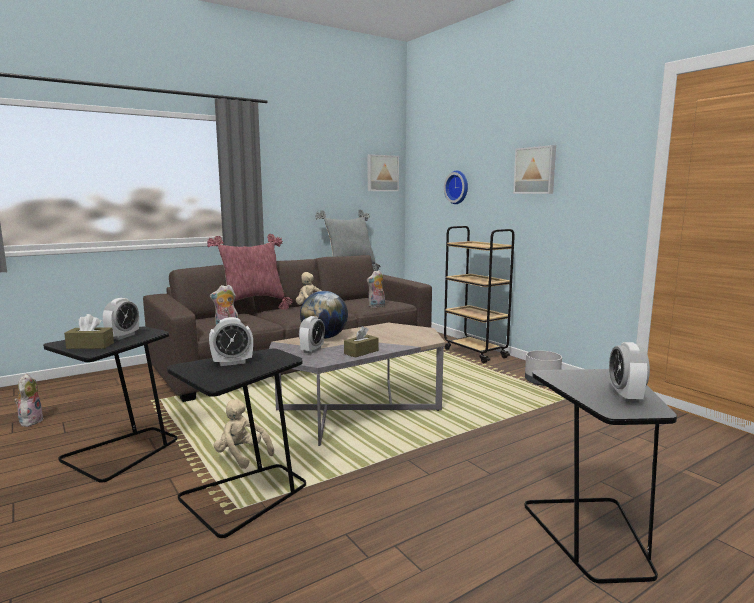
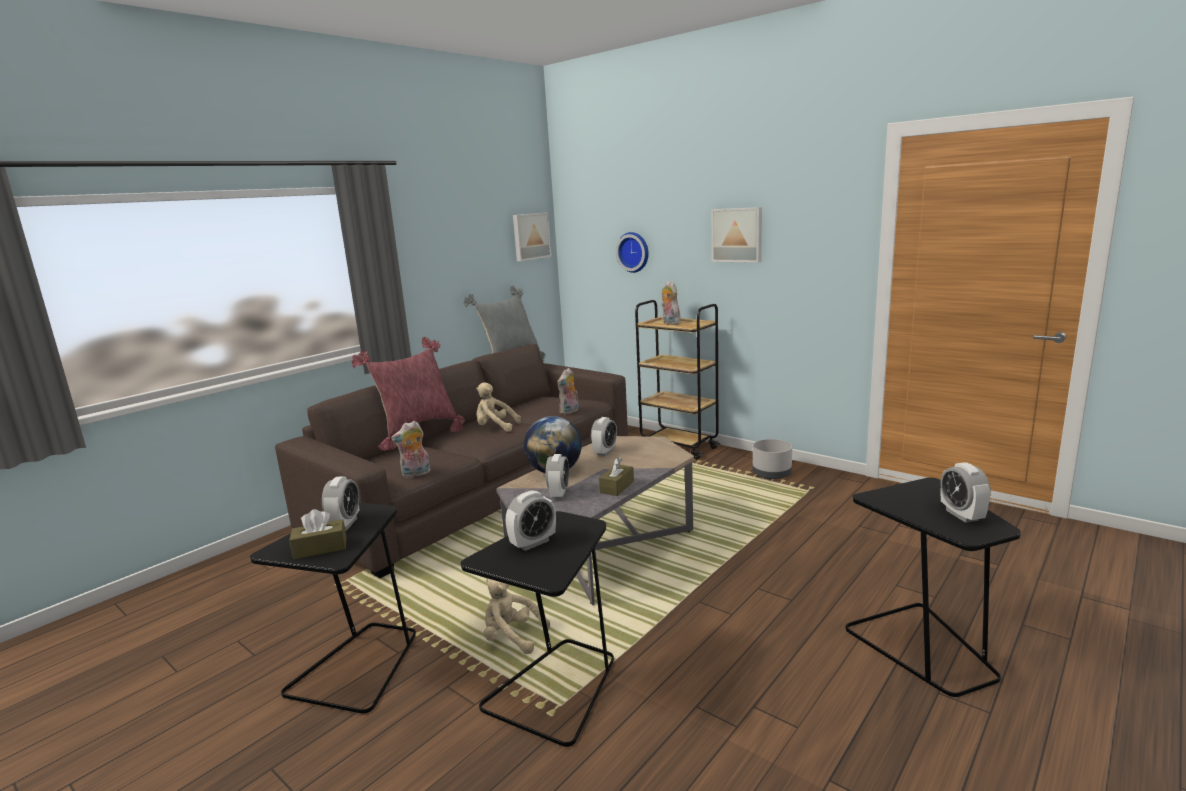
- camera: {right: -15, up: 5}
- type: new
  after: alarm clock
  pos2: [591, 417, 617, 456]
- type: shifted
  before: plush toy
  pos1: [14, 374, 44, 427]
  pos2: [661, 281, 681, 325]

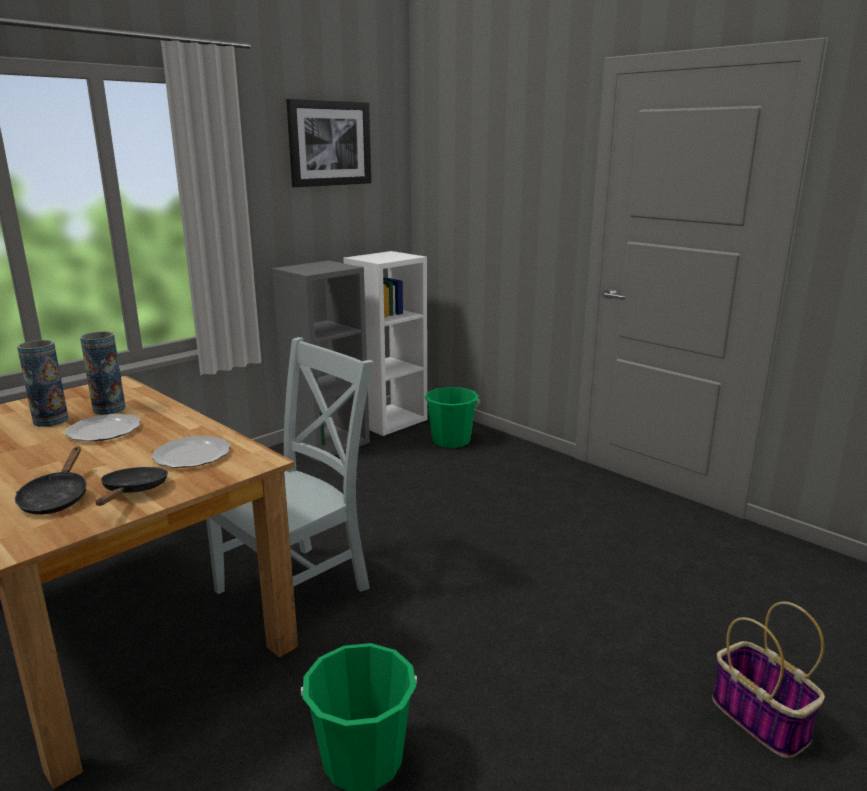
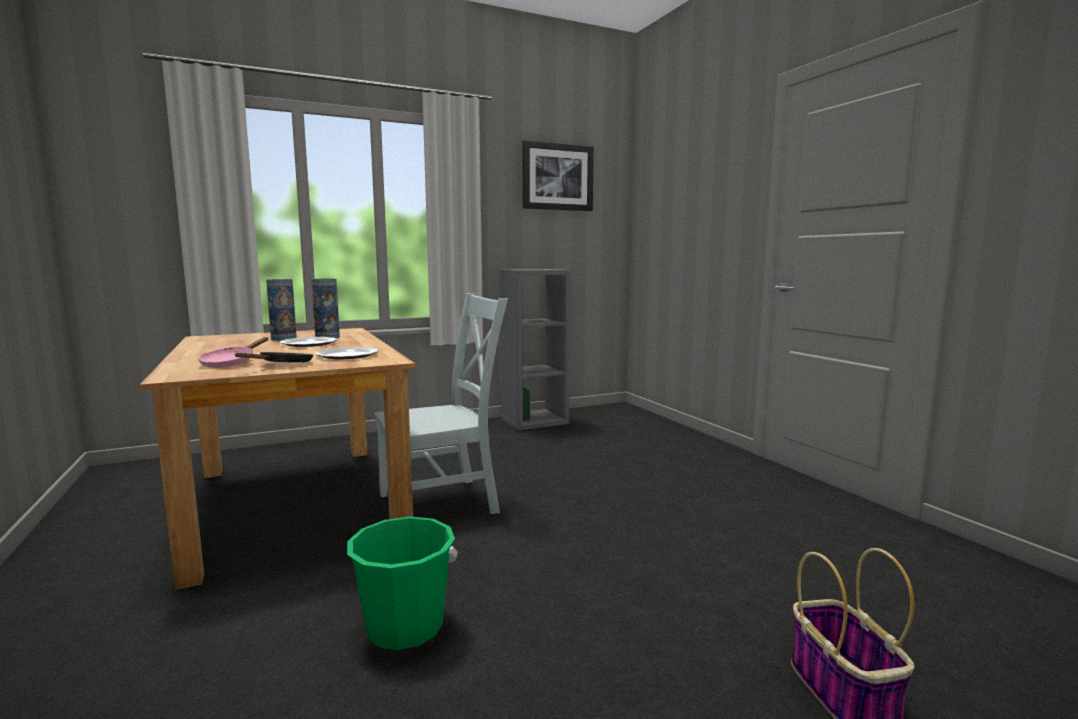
- camera: {right: 20, up: -10}
- type: repainted
  before: black frying pan
  after: pink frying pan
  pos1: [15, 447, 86, 514]
  pos2: [198, 337, 268, 368]
- type: gone
  before: white bookcase
  pos1: [343, 251, 427, 436]
- type: gone
  before: green bucket
  pos1: [425, 387, 480, 448]

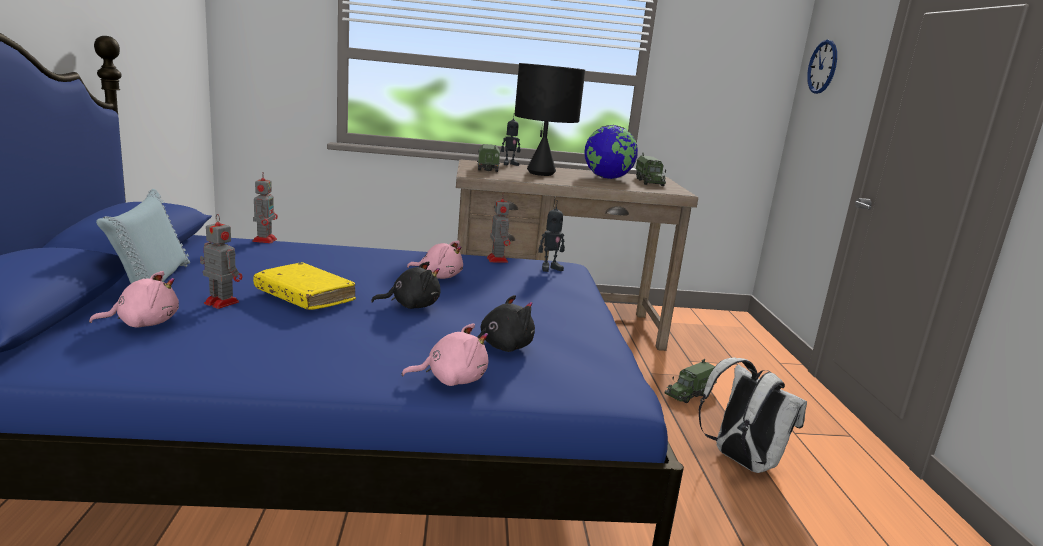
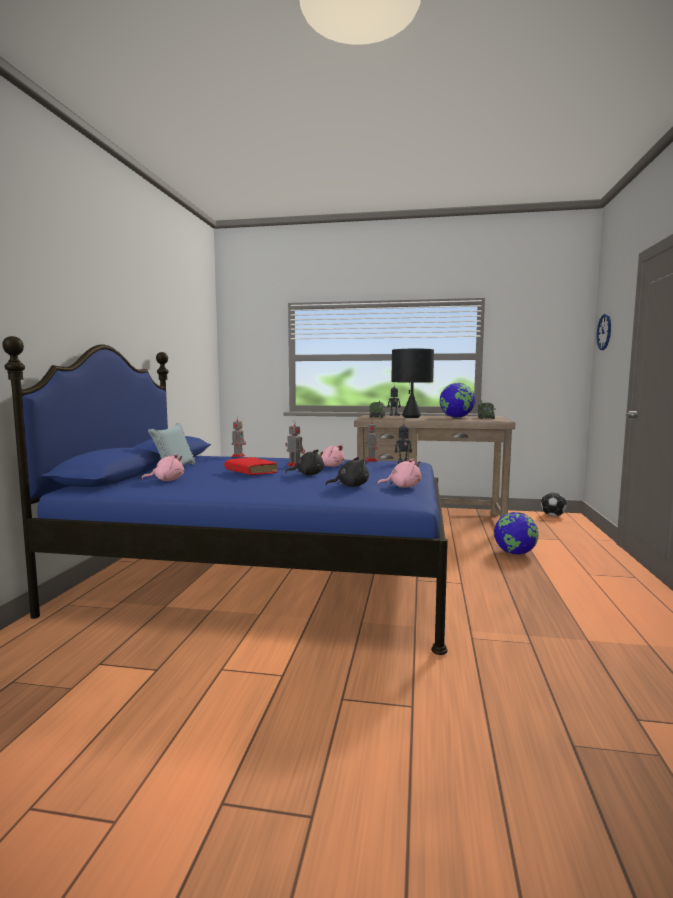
- camera: {right: 15, up: -10}
- type: repainted
  before: yellow book
  after: red book
  pos1: [253, 262, 356, 310]
  pos2: [224, 457, 278, 475]
- type: shifted
  before: toy robot
  pos1: [200, 214, 242, 309]
  pos2: [285, 422, 305, 467]
- type: shifted
  before: pink plush toy
  pos1: [401, 323, 488, 386]
  pos2: [377, 459, 421, 488]
- type: swapped
  before: toy truck
  after: globe
  pos1: [665, 359, 717, 403]
  pos2: [494, 512, 539, 555]
- type: new
  after: football
  pos2: [541, 492, 567, 517]
- type: gone
  before: white backpack
  pos1: [698, 357, 807, 473]

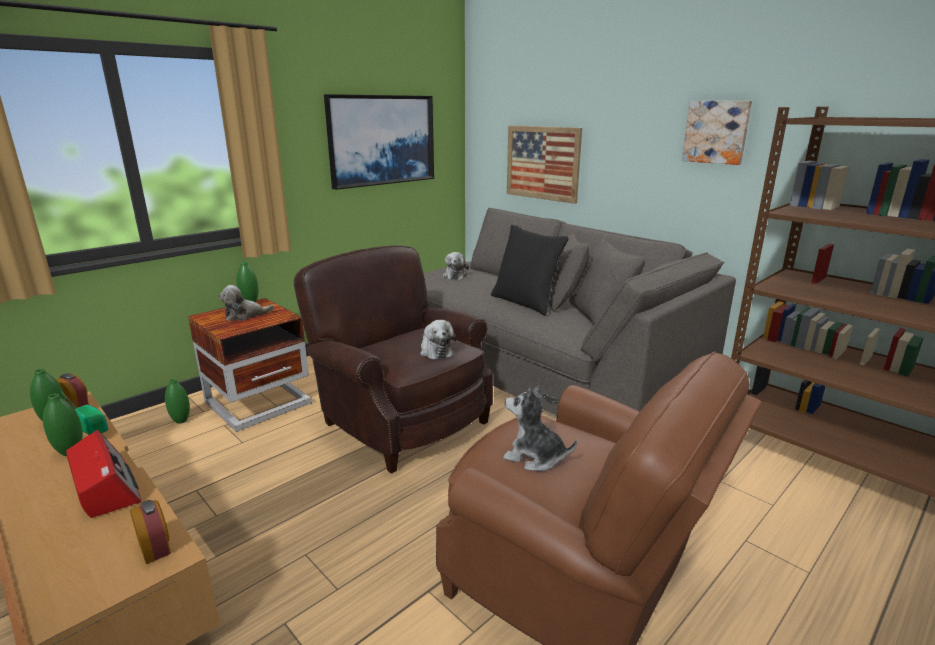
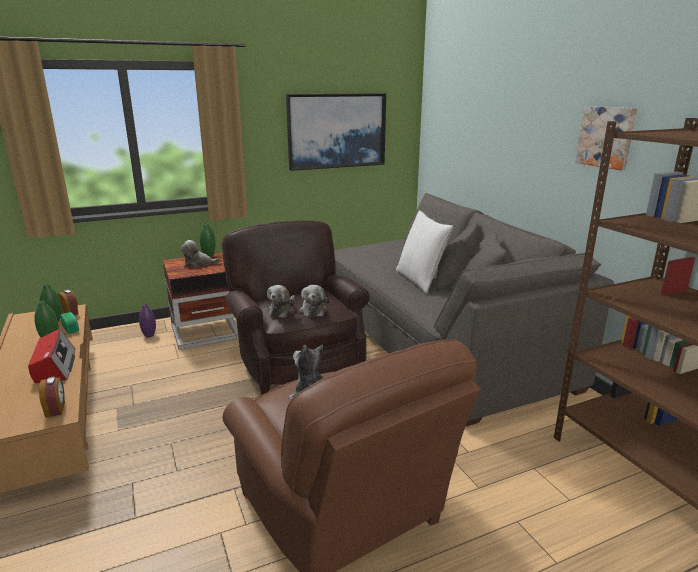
- camera: {right: 20, up: 0}
- type: repainted
  before: green vase
  after: purple vase
  pos1: [165, 379, 190, 424]
  pos2: [139, 304, 156, 338]
- type: shifted
  before: plush toy
  pos1: [443, 252, 469, 280]
  pos2: [267, 285, 295, 318]
- type: repainted
  before: black pillow
  after: white pillow
  pos1: [491, 224, 569, 315]
  pos2: [396, 210, 453, 293]
- type: gone
  before: picture
  pos1: [507, 126, 582, 204]

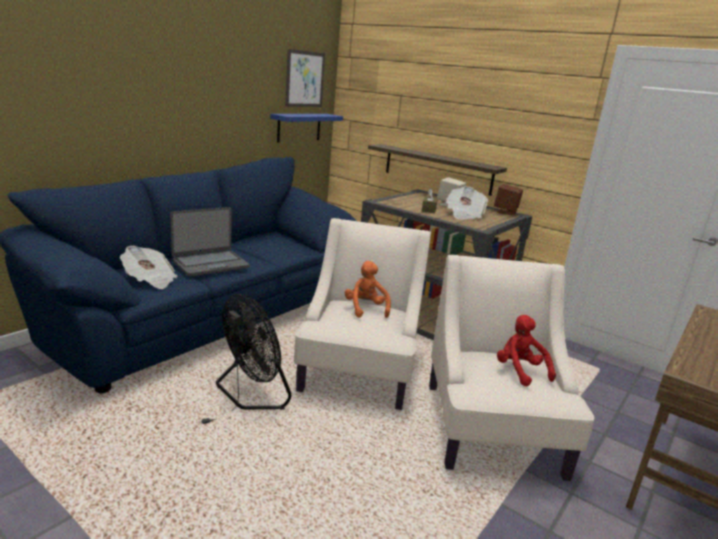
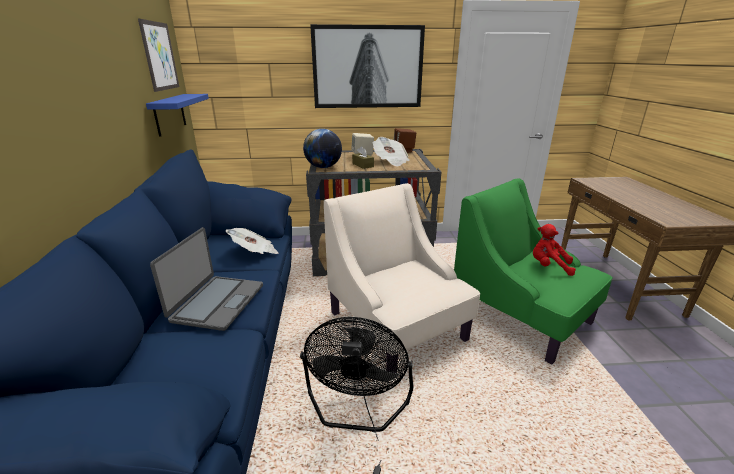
- camera: {right: -40, up: 5}
- type: shifted
  before: newspaper
  pos1: [120, 246, 177, 289]
  pos2: [225, 228, 278, 254]
- type: new
  after: globe
  pos2: [303, 129, 342, 168]
- type: new
  after: picture
  pos2: [310, 24, 425, 108]
- type: repainted
  before: beige armchair
  after: green armchair
  pos1: [429, 255, 594, 481]
  pos2: [454, 178, 613, 365]
- type: gone
  before: orange plush toy
  pos1: [344, 261, 391, 318]
- type: gone
  before: shelf
  pos1: [368, 144, 507, 196]

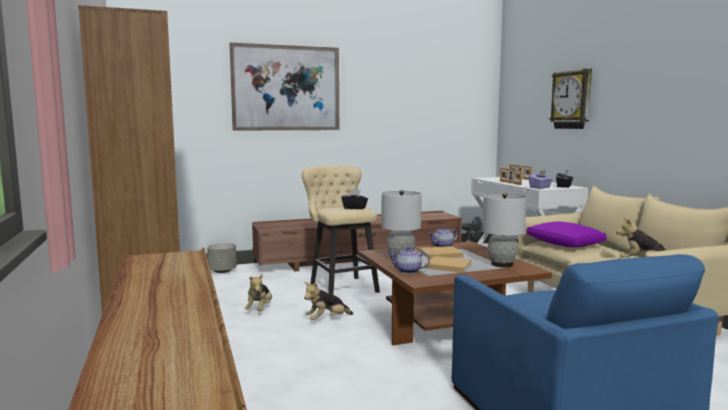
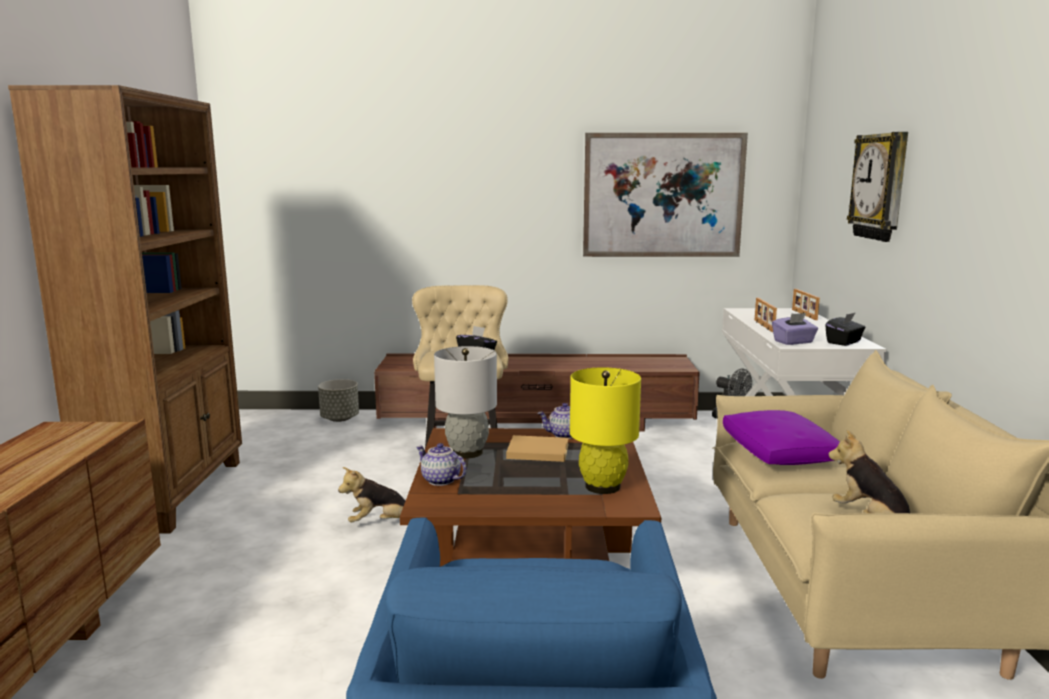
- camera: {right: 20, up: 5}
- type: repainted
  before: white table lamp
  after: yellow table lamp
  pos1: [482, 193, 526, 267]
  pos2: [570, 367, 641, 494]
- type: shifted
  before: picture
  pos1: [229, 43, 339, 130]
  pos2: [583, 133, 748, 257]
- type: gone
  before: plush toy
  pos1: [245, 274, 272, 311]
- type: gone
  before: beige book
  pos1: [425, 256, 472, 273]

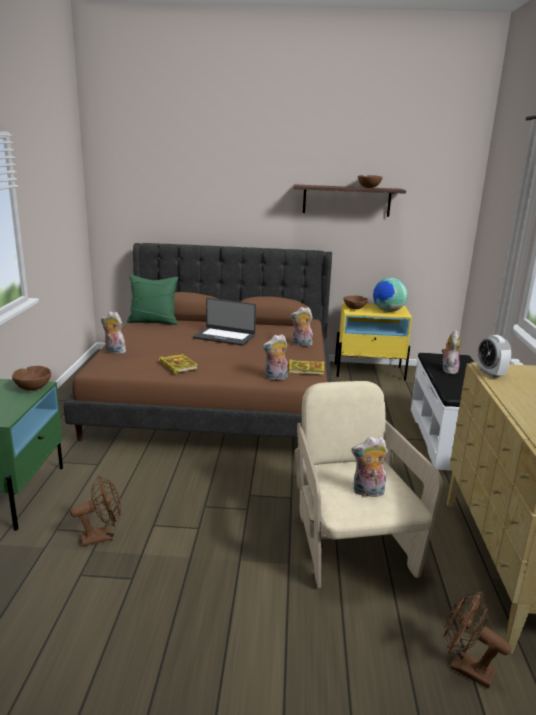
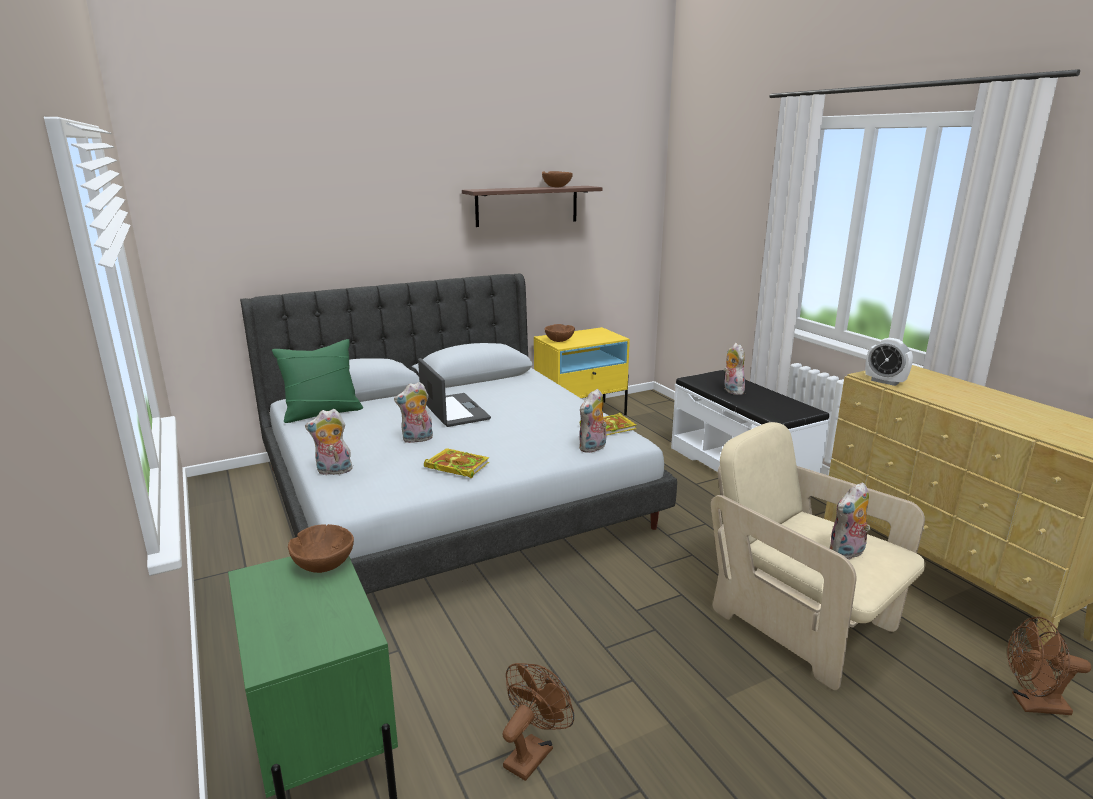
- camera: {right: -30, up: 0}
- type: repainted
  before: brown bed
  after: grey bed
  pos1: [64, 243, 332, 441]
  pos2: [240, 273, 677, 594]
- type: shifted
  before: plush toy
  pos1: [290, 307, 313, 346]
  pos2: [394, 382, 433, 443]
- type: rotated
  before: laptop
  pos1: [193, 298, 256, 346]
  pos2: [418, 358, 491, 427]
  turn: -105
- type: gone
  before: globe
  pos1: [373, 278, 408, 312]

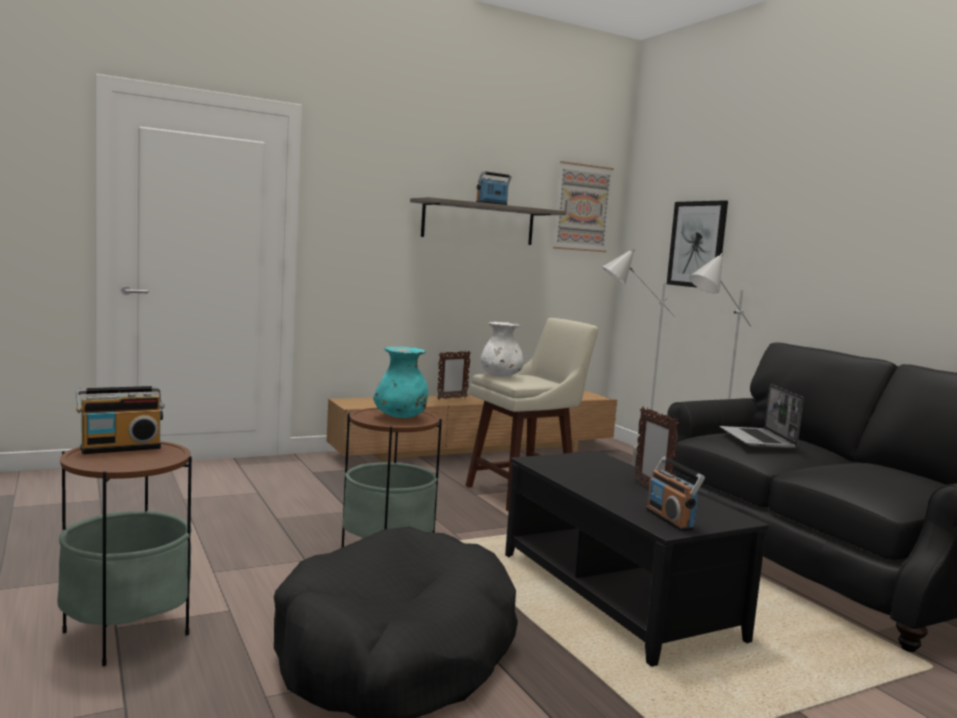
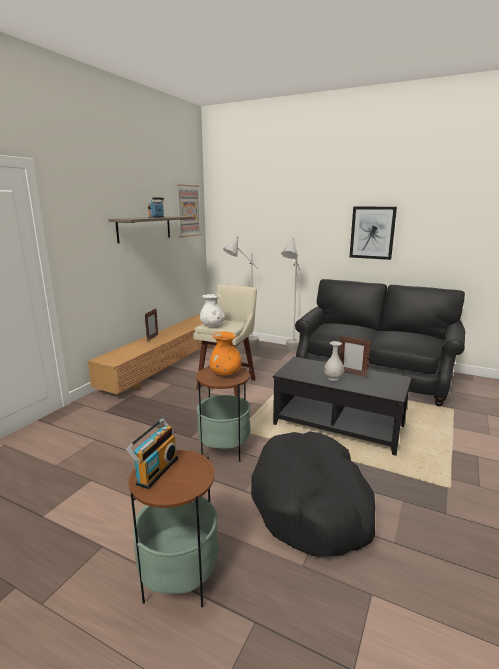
- camera: {right: -35, up: 10}
- type: repainted
  before: turquoise vase
  after: orange vase
  pos1: [373, 347, 428, 418]
  pos2: [209, 331, 242, 376]
- type: new
  after: white vase
  pos2: [324, 341, 344, 381]
- type: shifted
  before: picture
  pos1: [667, 200, 728, 288]
  pos2: [350, 207, 397, 260]
- type: gone
  before: radio
  pos1: [646, 456, 705, 531]
- type: gone
  before: laptop
  pos1: [720, 384, 804, 449]

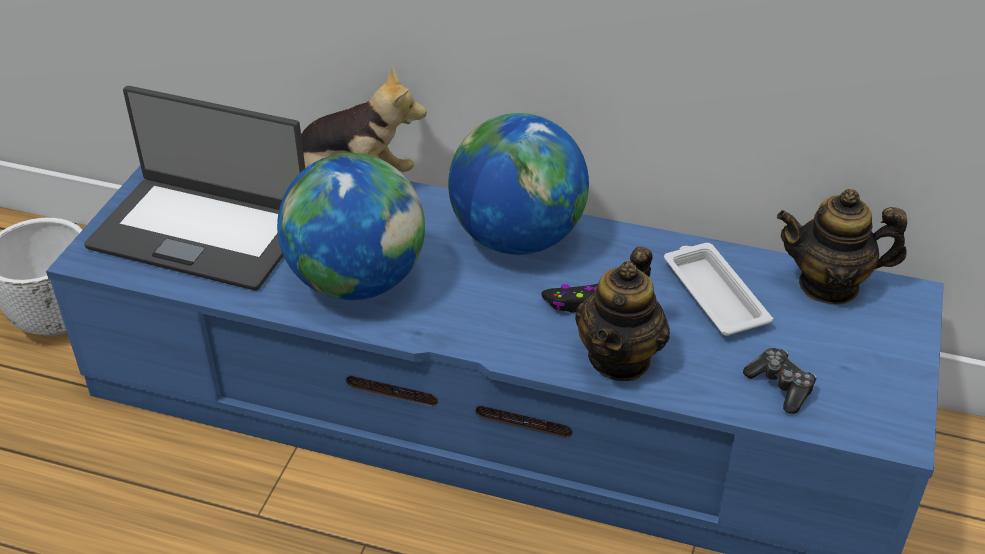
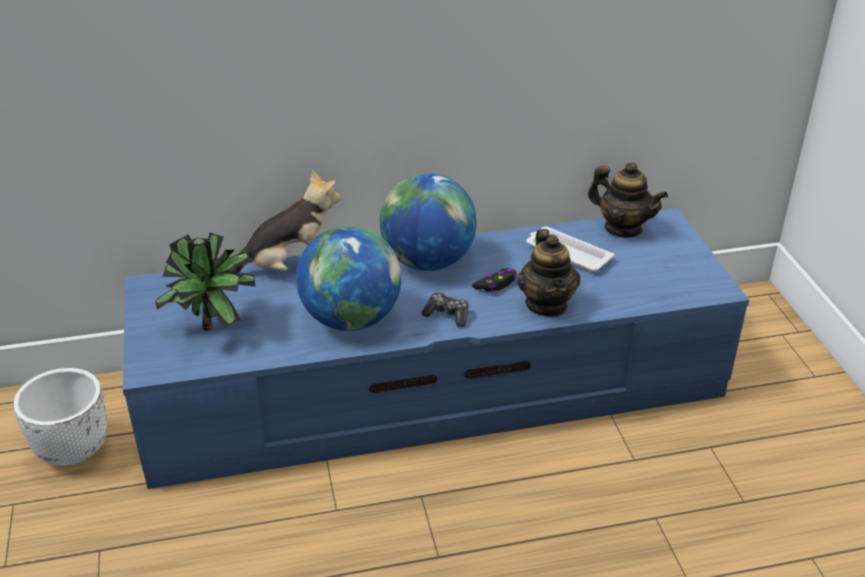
- camera: {right: -30, up: -5}
- type: swapped
  before: laptop
  after: potted plant
  pos1: [84, 86, 305, 291]
  pos2: [155, 233, 255, 331]
- type: shifted
  before: game controller
  pos1: [743, 348, 817, 414]
  pos2: [422, 292, 469, 327]
- type: rotated
  before: teapot
  pos1: [777, 189, 907, 304]
  pos2: [588, 162, 668, 237]
  turn: -120

